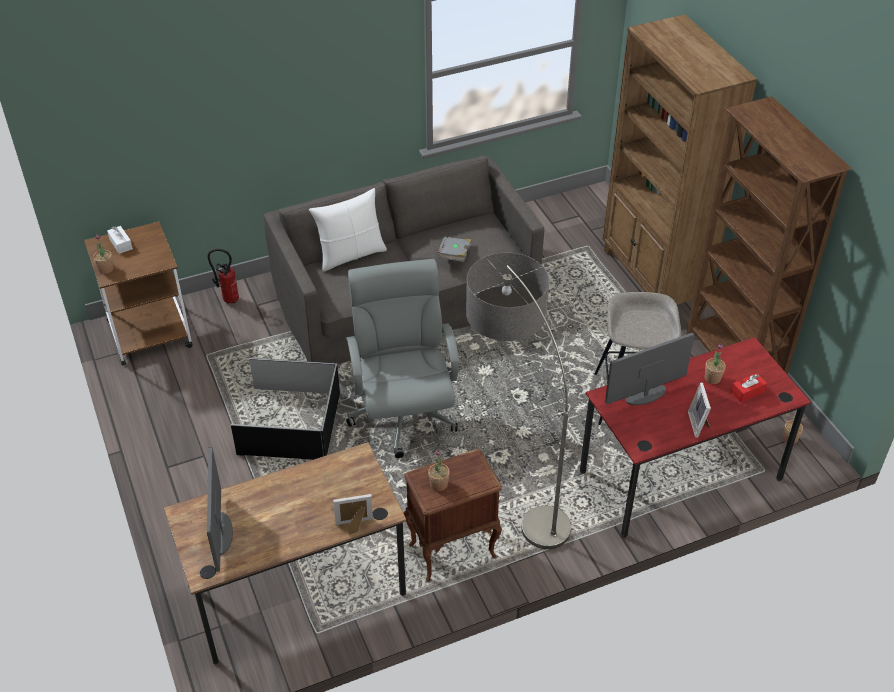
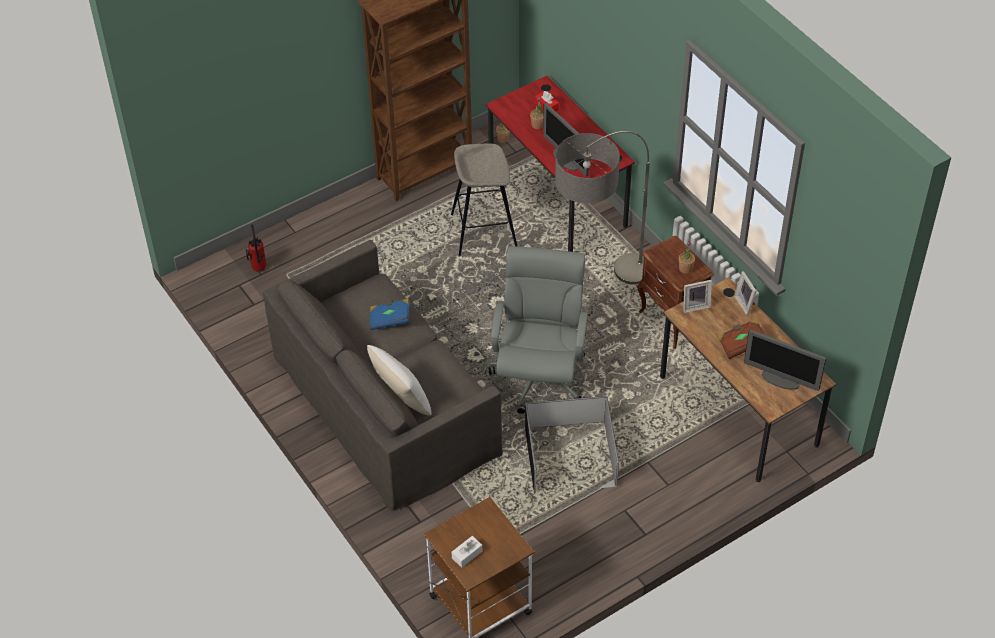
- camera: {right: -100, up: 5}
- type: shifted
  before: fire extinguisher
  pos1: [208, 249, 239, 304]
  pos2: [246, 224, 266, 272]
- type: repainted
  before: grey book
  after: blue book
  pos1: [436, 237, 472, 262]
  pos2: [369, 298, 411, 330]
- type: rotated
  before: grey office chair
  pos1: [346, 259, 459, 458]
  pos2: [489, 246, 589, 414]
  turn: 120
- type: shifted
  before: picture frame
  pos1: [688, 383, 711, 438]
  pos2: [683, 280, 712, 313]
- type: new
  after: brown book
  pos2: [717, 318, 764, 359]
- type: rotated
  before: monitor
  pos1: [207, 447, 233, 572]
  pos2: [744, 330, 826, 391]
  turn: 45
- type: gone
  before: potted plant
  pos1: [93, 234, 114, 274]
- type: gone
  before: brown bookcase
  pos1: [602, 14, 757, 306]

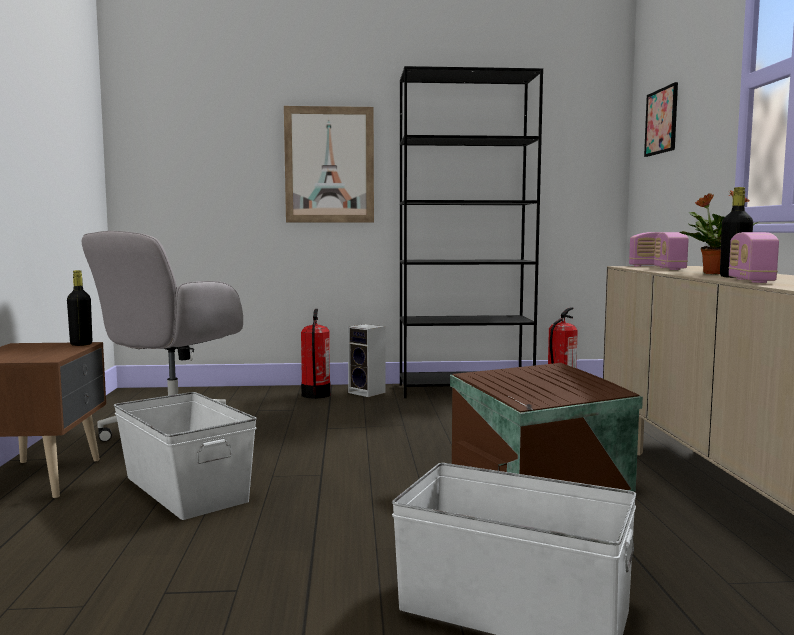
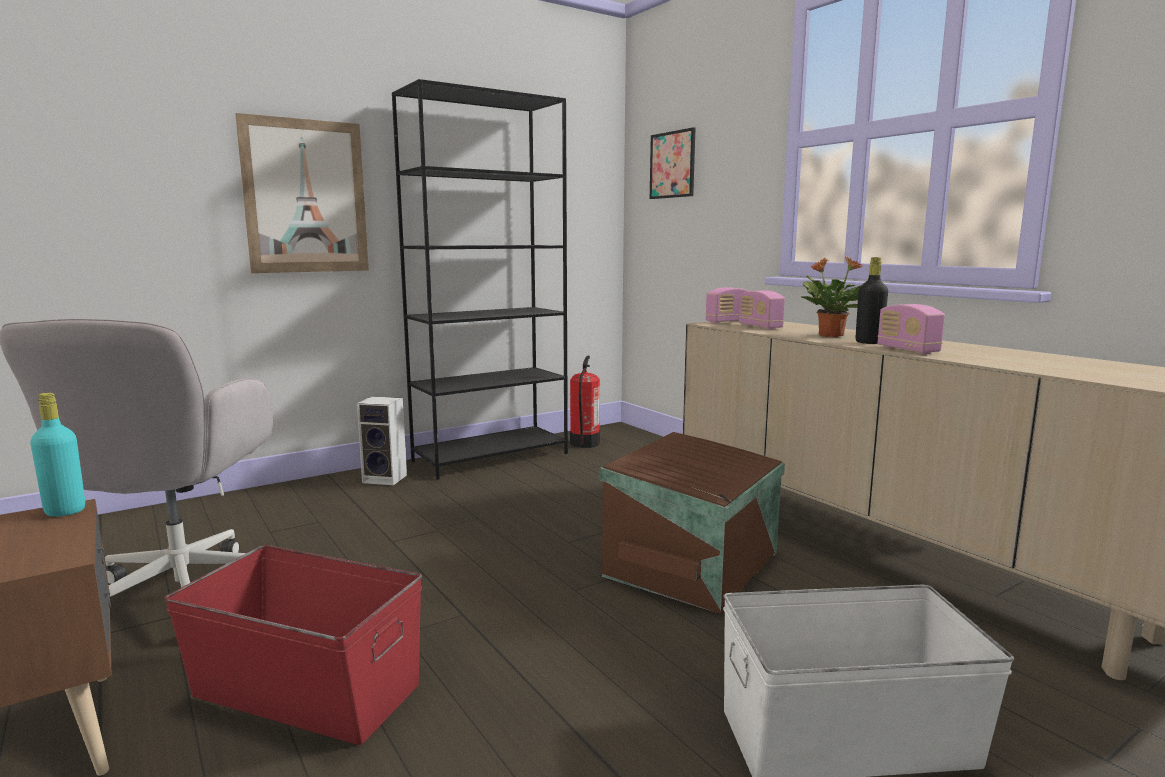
- camera: {right: -30, up: 5}
- type: repainted
  before: black bottle
  after: turquoise bottle
  pos1: [67, 270, 92, 346]
  pos2: [30, 393, 85, 517]
- type: repainted
  before: white storage box
  after: red storage box
  pos1: [114, 392, 257, 520]
  pos2: [164, 545, 422, 745]
- type: gone
  before: fire extinguisher
  pos1: [301, 309, 331, 399]

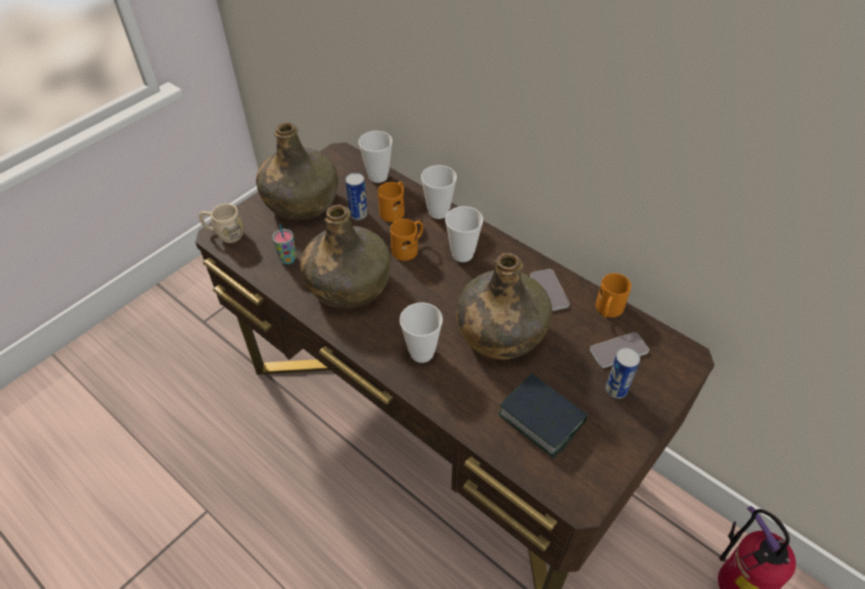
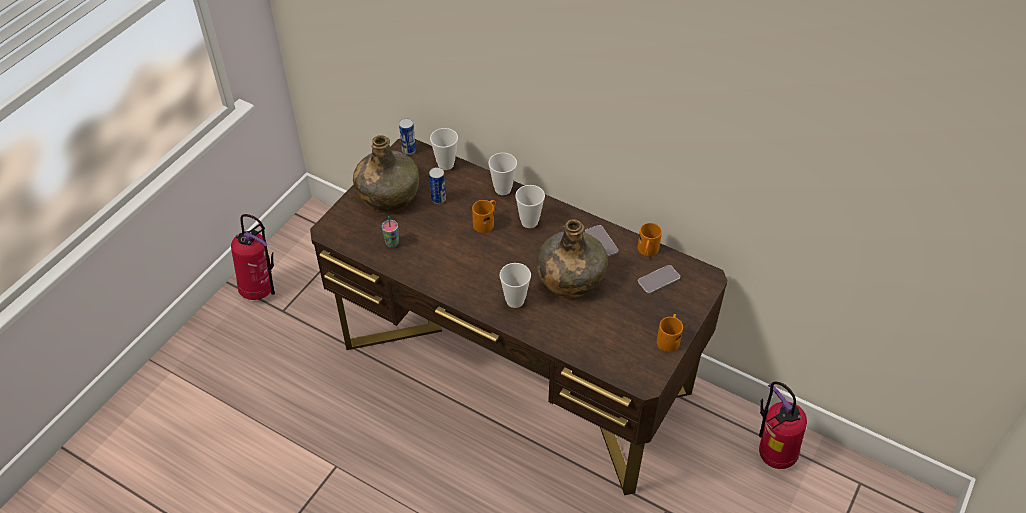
- camera: {right: -10, up: 0}
- type: new
  after: fire extinguisher
  pos2: [231, 214, 275, 300]
- type: shifted
  before: can
  pos1: [605, 348, 640, 399]
  pos2: [399, 118, 416, 155]
- type: shifted
  before: orange mug
  pos1: [378, 182, 405, 222]
  pos2: [657, 314, 683, 352]
- type: gone
  before: beige mug
  pos1: [199, 204, 244, 243]
- type: gone
  before: green bottle
  pos1: [300, 204, 391, 309]
- type: gone
  before: book
  pos1: [498, 374, 588, 458]

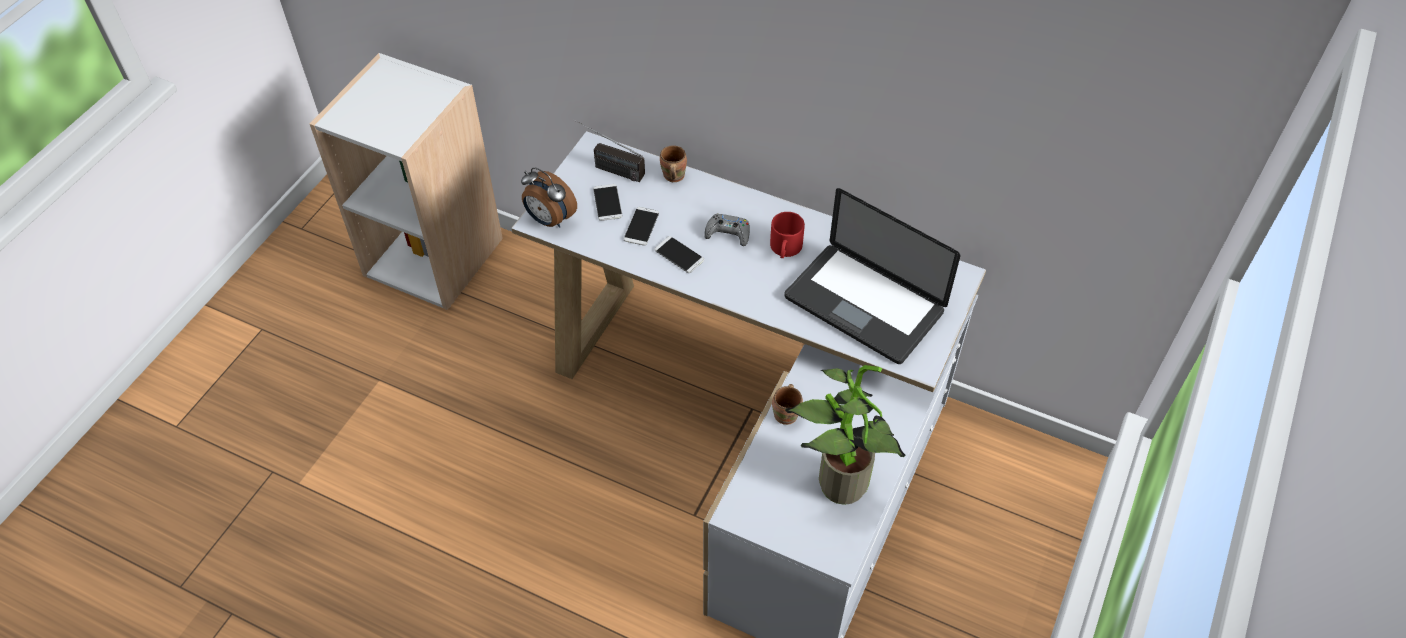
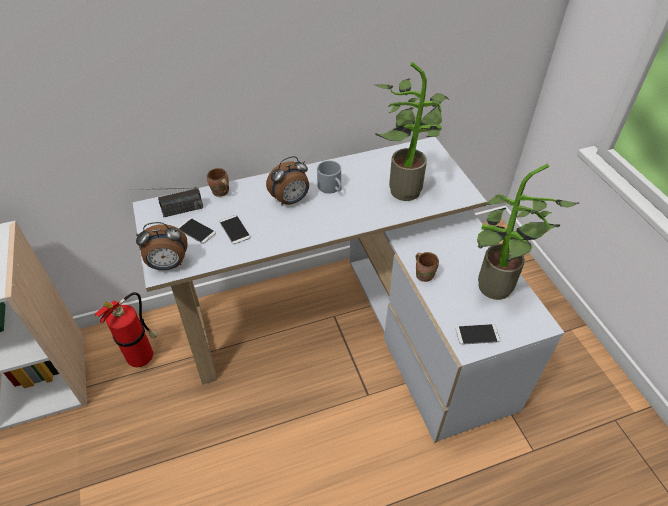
- camera: {right: -45, up: -5}
- type: new
  after: fire extinguisher
  pos2: [95, 292, 158, 367]
- type: swapped
  before: grey game controller
  after: alarm clock
  pos1: [704, 214, 750, 246]
  pos2: [266, 156, 309, 205]
- type: repainted
  before: red mug
  after: grey mug
  pos1: [770, 212, 805, 258]
  pos2: [317, 160, 342, 194]
- type: swapped
  before: laptop
  after: potted plant
  pos1: [784, 188, 960, 364]
  pos2: [375, 62, 449, 201]
- type: shifted
  before: phone
  pos1: [654, 236, 704, 273]
  pos2: [456, 324, 500, 345]

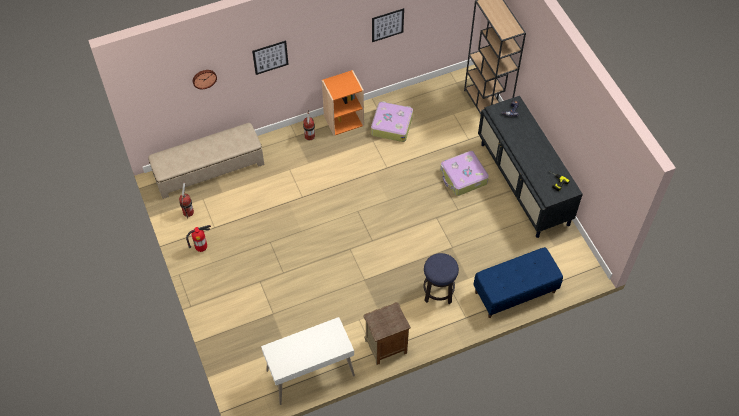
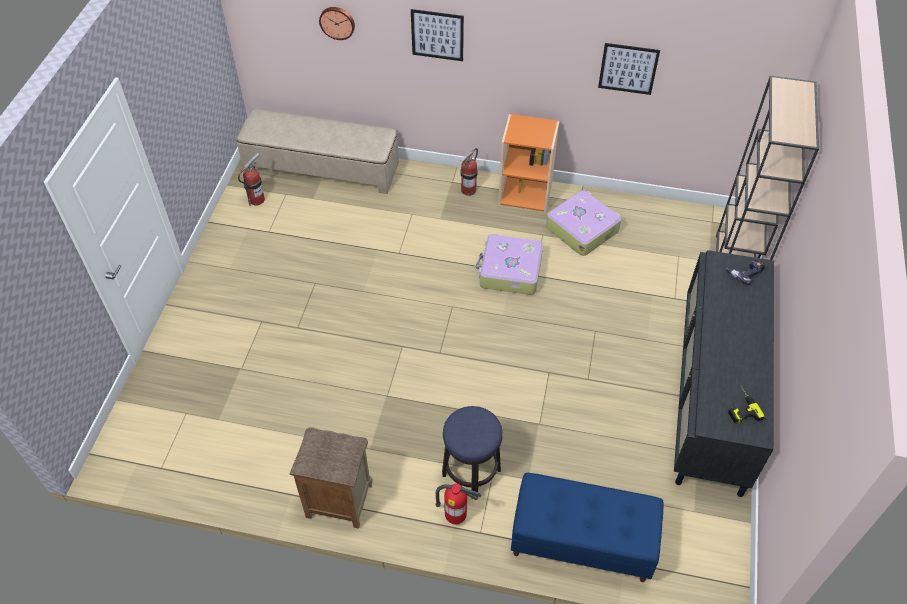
- camera: {right: 35, up: -5}
- type: shifted
  before: fire extinguisher
  pos1: [186, 225, 211, 252]
  pos2: [436, 483, 481, 524]
- type: shifted
  before: suitcase
  pos1: [440, 151, 489, 196]
  pos2: [476, 234, 543, 295]
- type: gone
  before: white desk
  pos1: [261, 317, 355, 405]

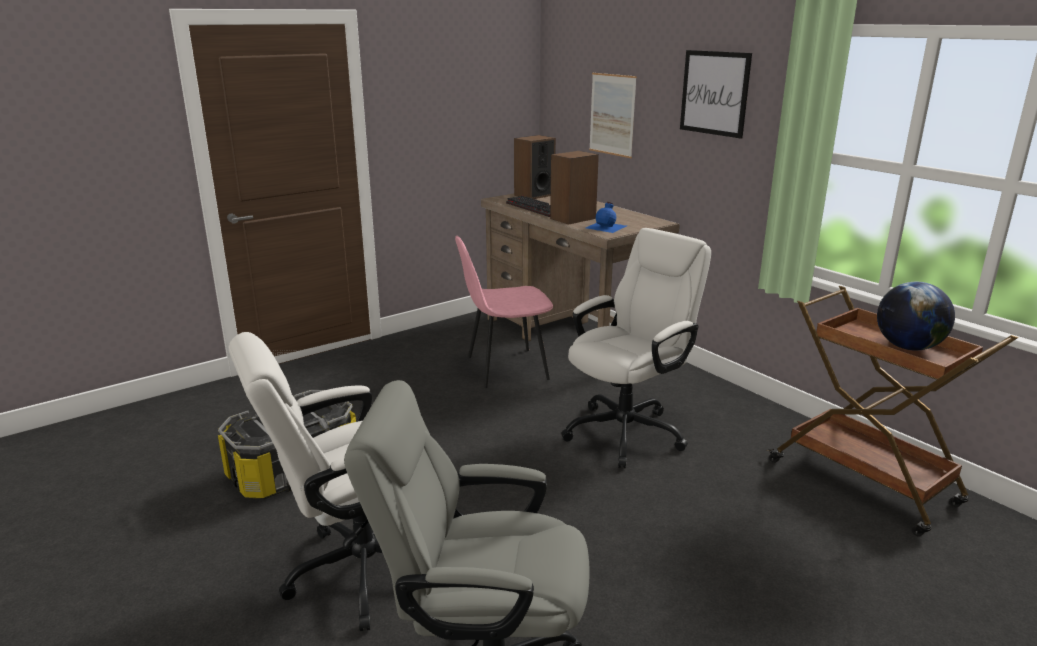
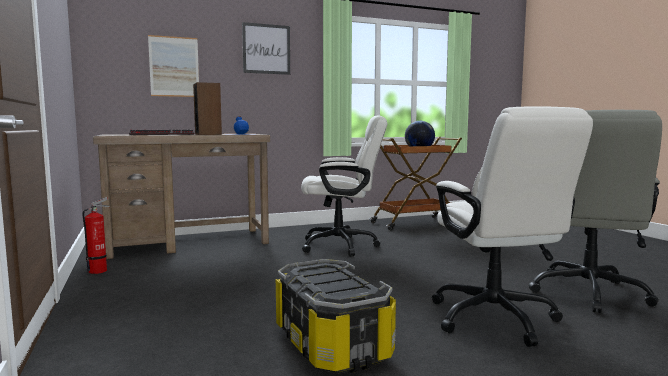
- camera: {right: -75, up: -15}
- type: new
  after: fire extinguisher
  pos2: [83, 197, 109, 274]
- type: rotated
  before: white office chair
  pos1: [561, 228, 711, 468]
  pos2: [301, 116, 387, 257]
  turn: 120
- type: gone
  before: pink chair
  pos1: [455, 236, 553, 388]
- type: gone
  before: speaker
  pos1: [514, 135, 556, 199]

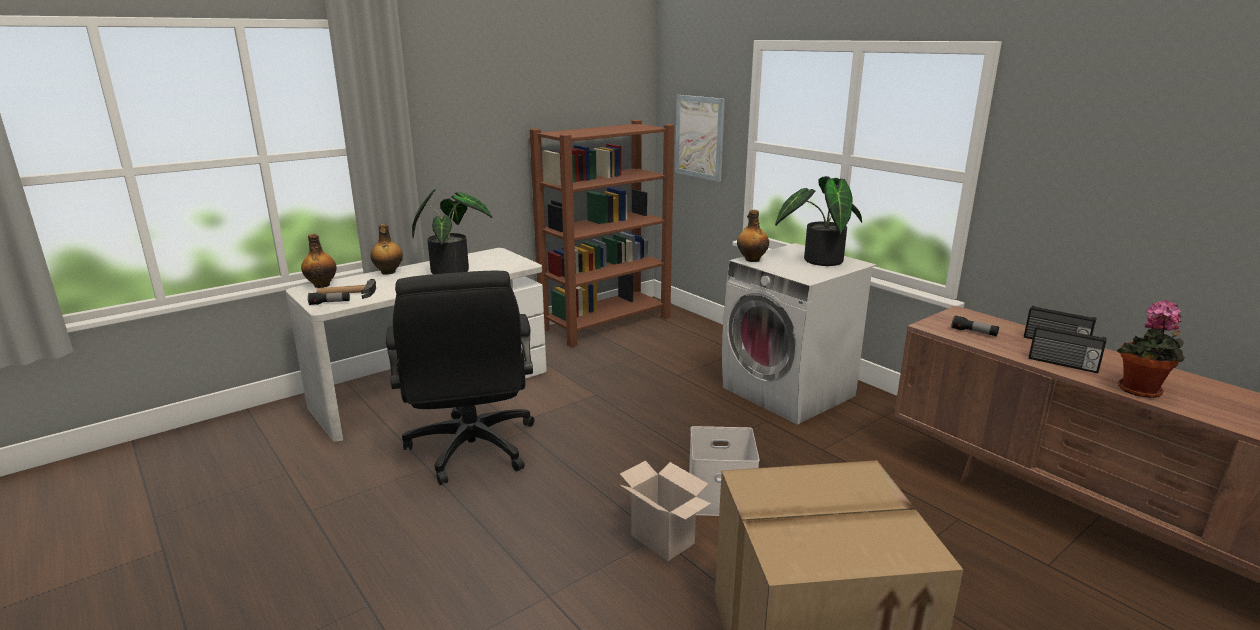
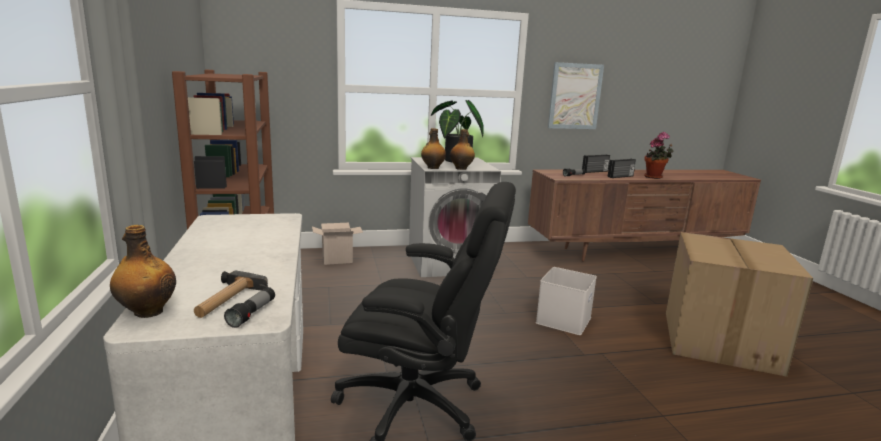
- camera: {right: -65, up: -5}
- type: shifted
  before: cardboard box
  pos1: [620, 461, 711, 561]
  pos2: [312, 223, 363, 265]
- type: shifted
  before: bottle
  pos1: [370, 224, 403, 275]
  pos2: [450, 129, 475, 170]
- type: shifted
  before: picture
  pos1: [675, 95, 725, 182]
  pos2: [548, 62, 604, 129]
- type: gone
  before: potted plant
  pos1: [412, 189, 492, 274]

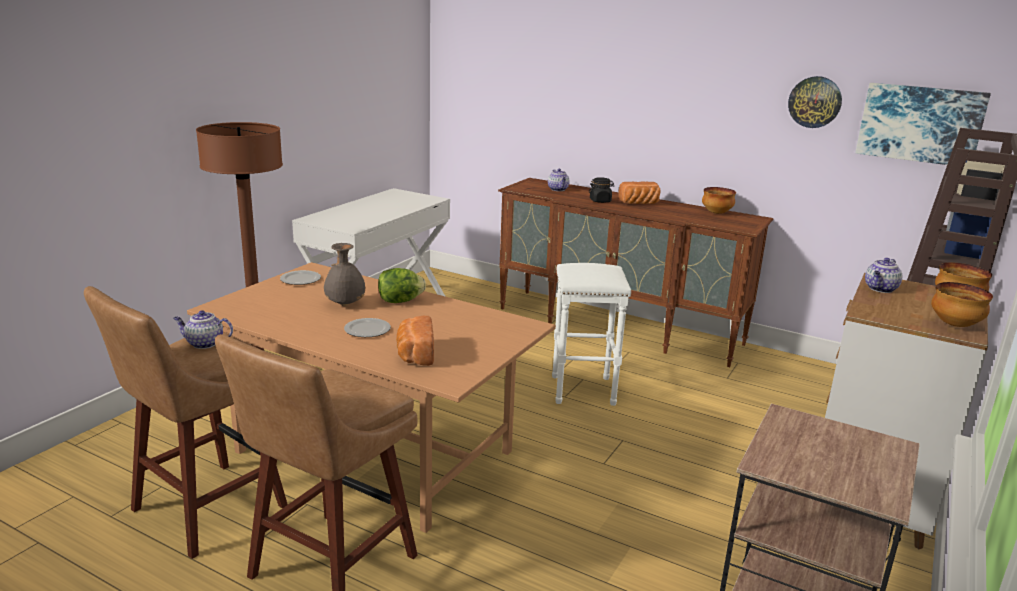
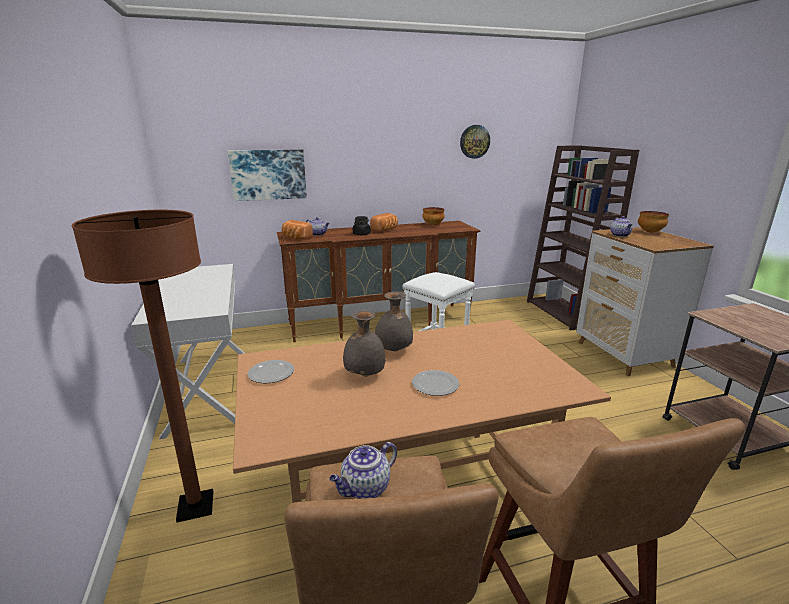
- camera: {right: -45, up: 0}
- type: shifted
  before: picture
  pos1: [855, 83, 991, 165]
  pos2: [228, 149, 307, 201]
- type: shifted
  before: bread
  pos1: [396, 316, 434, 366]
  pos2: [282, 220, 313, 239]
- type: swapped
  before: lettuce
  after: grey vase
  pos1: [378, 268, 426, 303]
  pos2: [375, 291, 413, 351]
- type: gone
  before: bowl
  pos1: [931, 282, 993, 327]

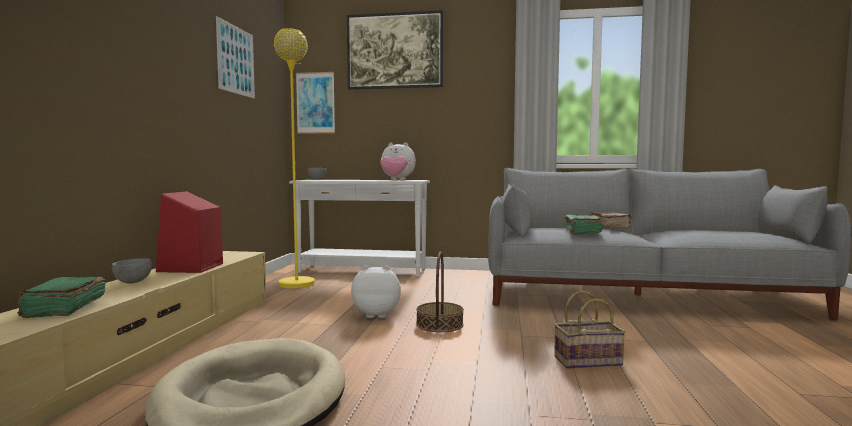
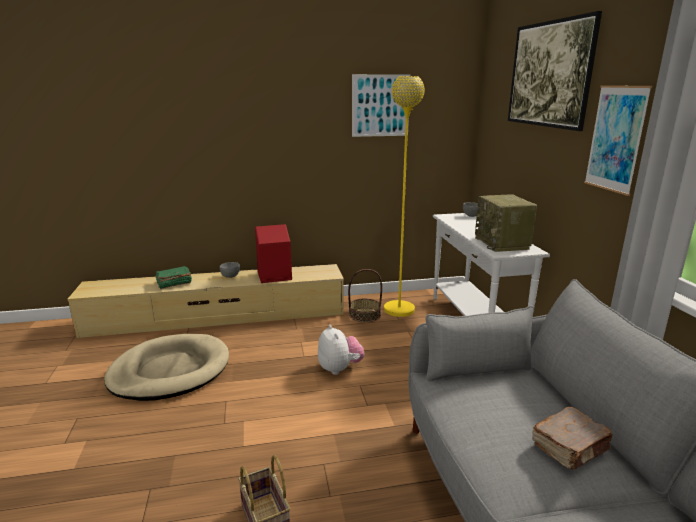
- camera: {right: 70, up: 15}
- type: shifted
  before: basket
  pos1: [416, 252, 464, 332]
  pos2: [348, 269, 382, 322]
- type: swapped
  before: plush toy
  after: radio
  pos1: [380, 143, 416, 180]
  pos2: [475, 194, 537, 252]
- type: shifted
  before: picture
  pos1: [296, 72, 335, 134]
  pos2: [584, 85, 652, 196]
- type: gone
  before: green book
  pos1: [564, 215, 603, 235]

